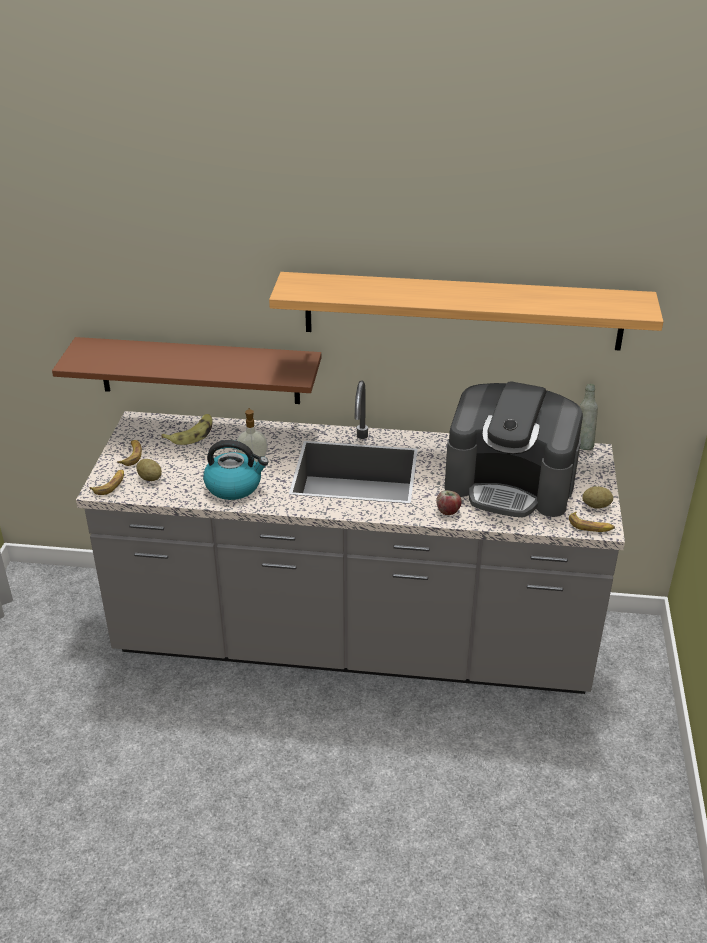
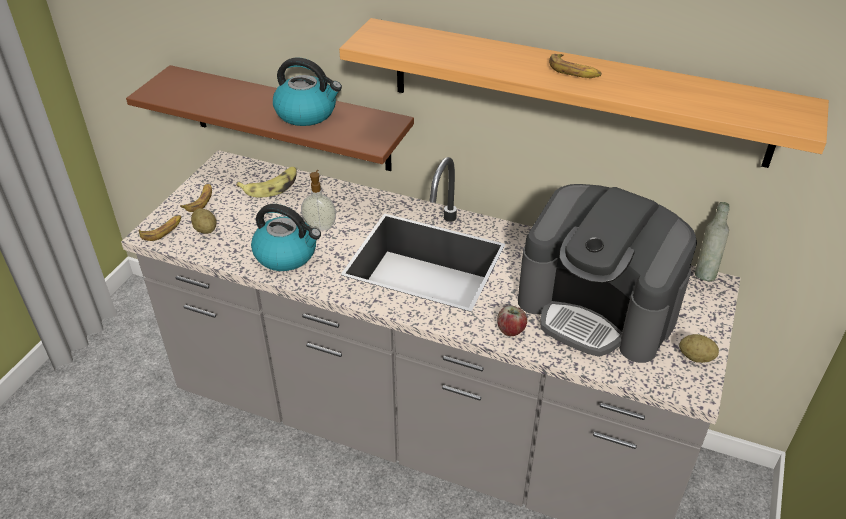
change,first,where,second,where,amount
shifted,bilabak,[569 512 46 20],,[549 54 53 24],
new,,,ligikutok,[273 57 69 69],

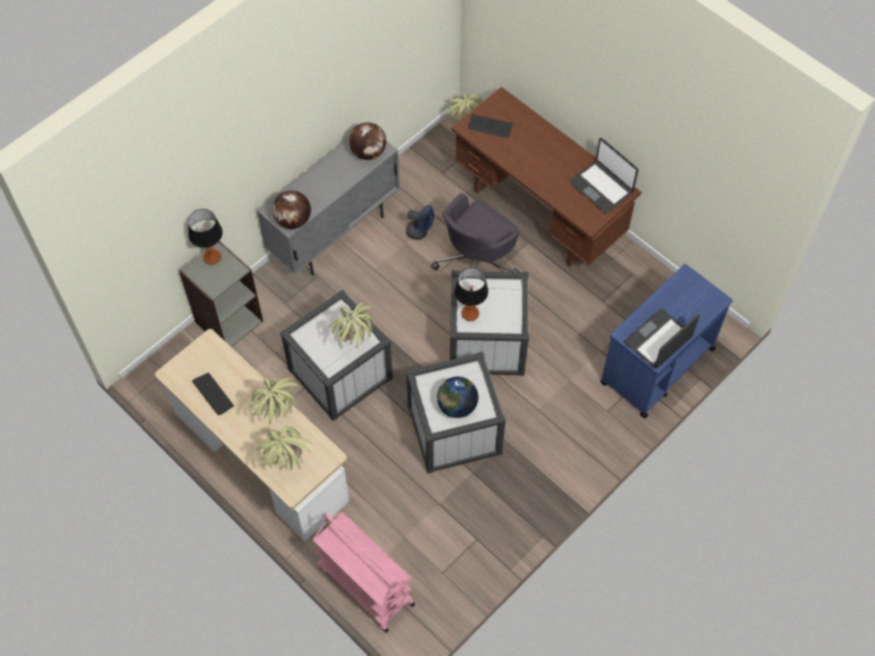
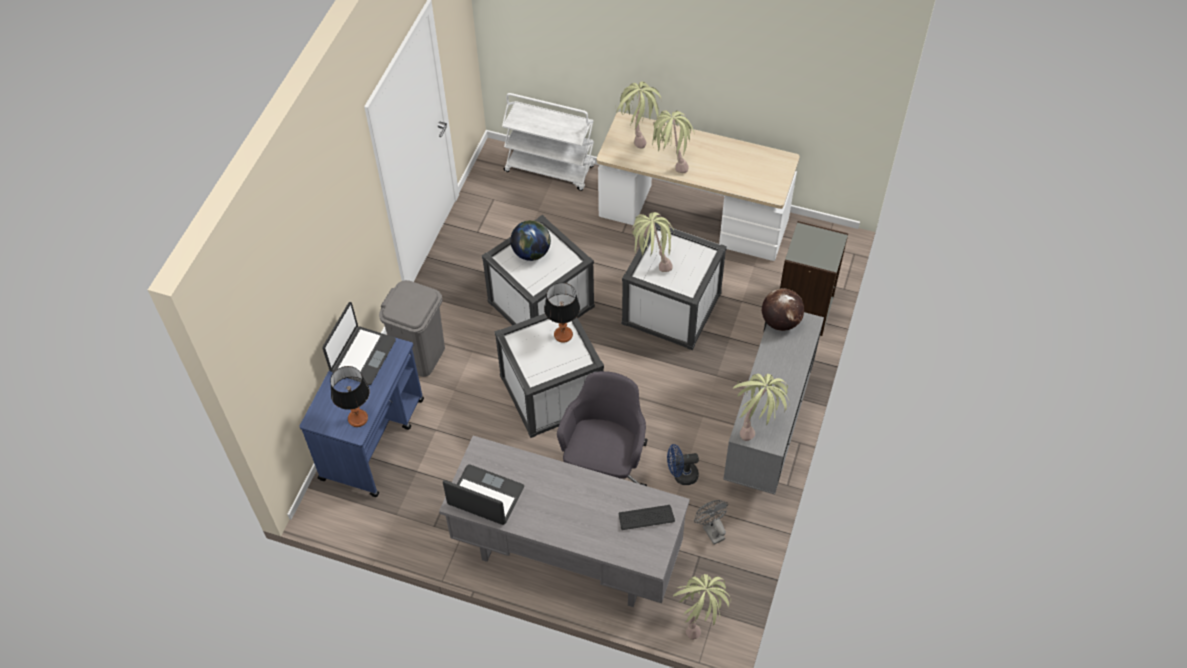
change,first,where,second,where,amount
shifted,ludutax,[188 209 35 56],,[330 366 40 61],
gone,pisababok,[192 373 42 42],,,
repainted,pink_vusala,[313 512 102 120],white_vusala,[502 93 93 98],
swapped,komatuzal,[349 122 37 38],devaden,[733 373 57 68],
repainted,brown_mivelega,[451 87 190 180],grey_mivelega,[439 436 251 171],
new,,,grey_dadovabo,[379 280 66 97],
new,,,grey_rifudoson,[694 500 35 45],

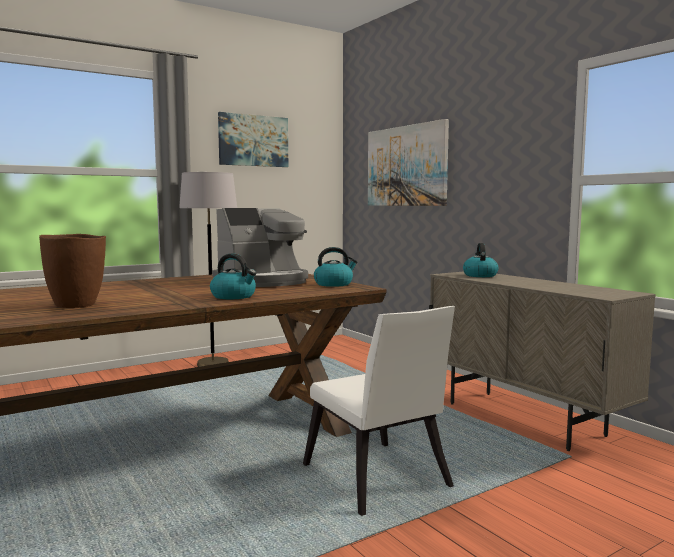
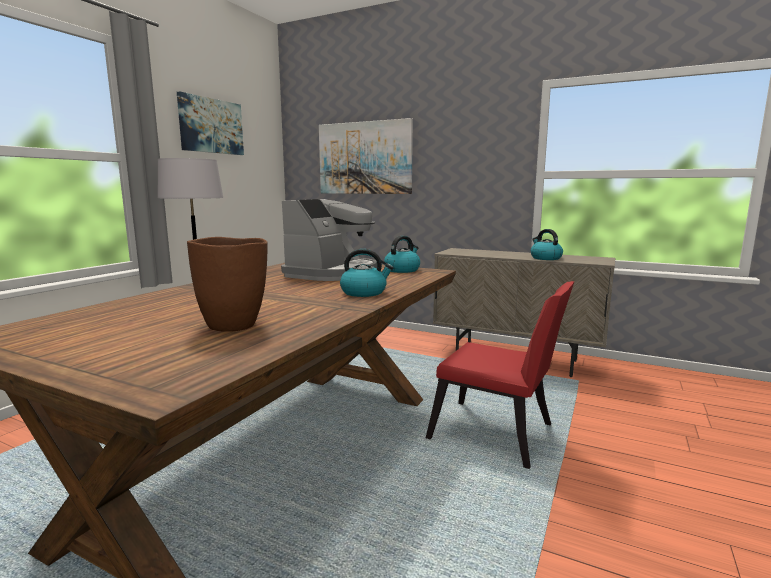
change,first,where,second,where,amount
repainted,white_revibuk,[303 306 152 210],red_revibuk,[426 281 148 188],
shifted,ligikutok,[463 243 35 34],,[531 229 32 31],

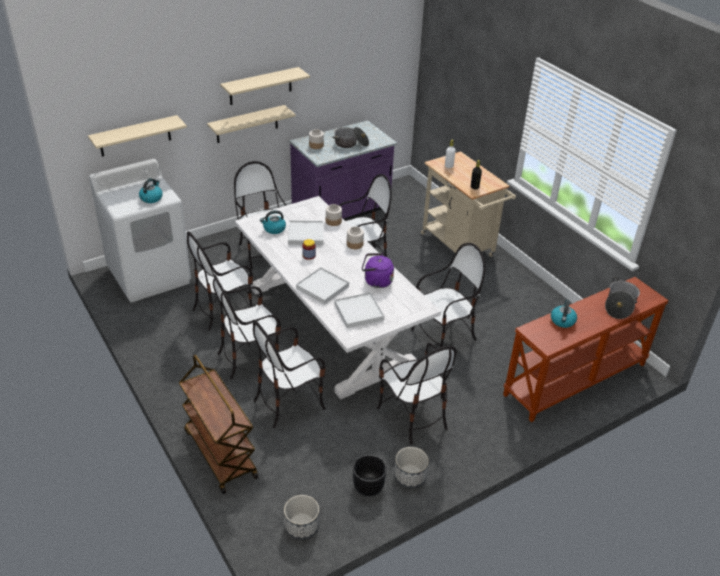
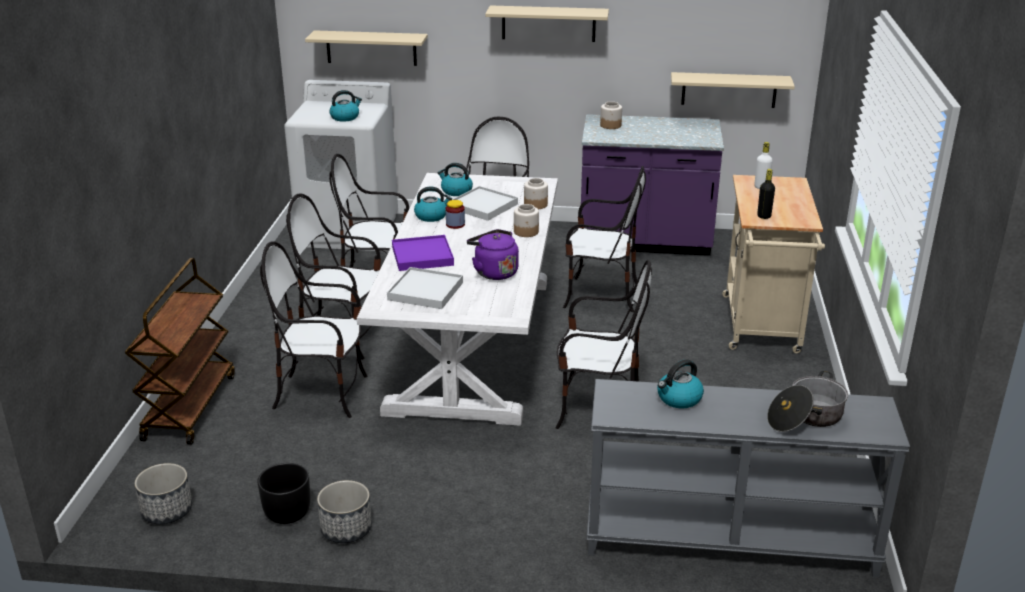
change,first,where,second,where,amount
shifted,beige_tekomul,[207 105 89 38],,[671 72 124 36],
repainted,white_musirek,[296 267 53 38],purple_musirek,[392 235 62 36],
gone,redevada,[333 127 36 21],,,
gone,revibuk,[377 343 80 102],,,
repainted,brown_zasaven,[503 277 166 145],grey_zasaven,[587 379 323 199],
new,,,ligikutok,[414 187 38 35],

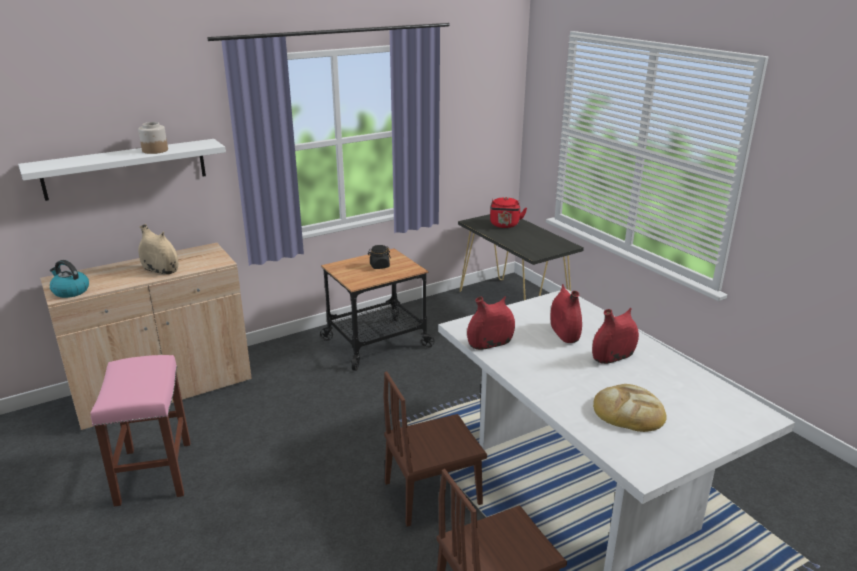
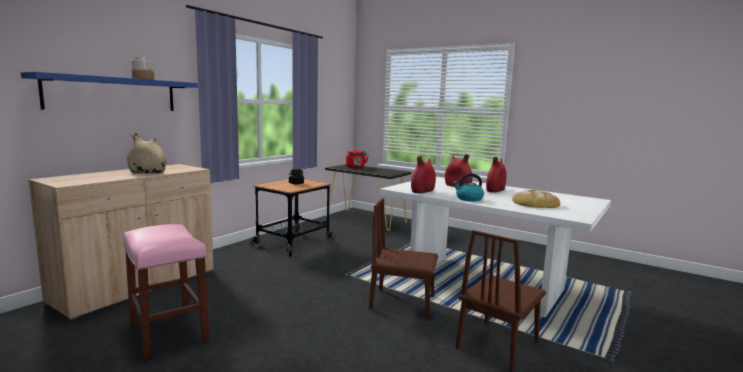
change,first,where,second,where,amount
repainted,white_tekomul,[18 139 208 62],blue_tekomul,[21 72 177 39],
shifted,ligikutok,[50 260 39 38],,[453 173 31 28],
rotated,brown_revibuk,[383 371 104 156],,[369 198 69 120],60 degrees clockwise

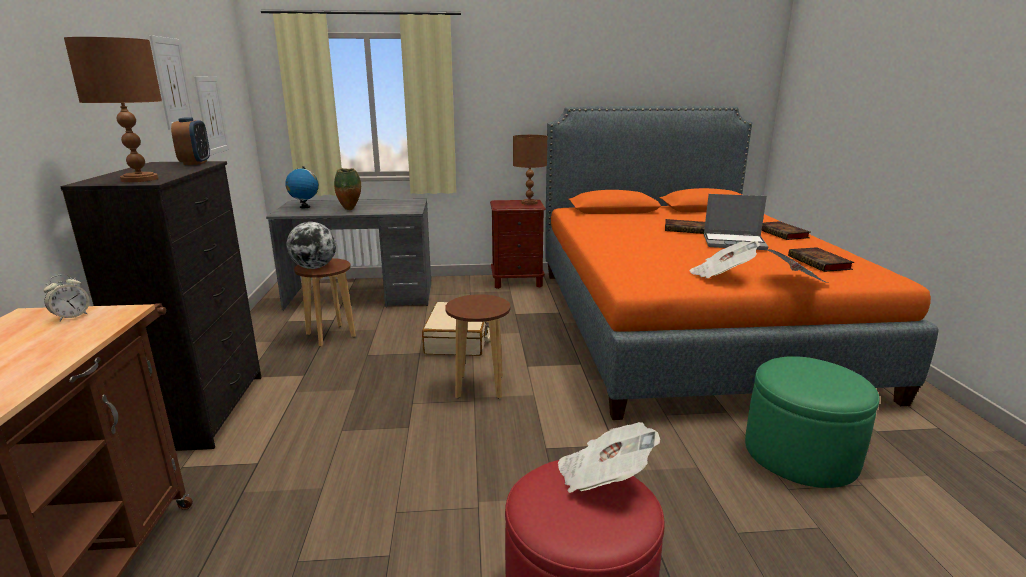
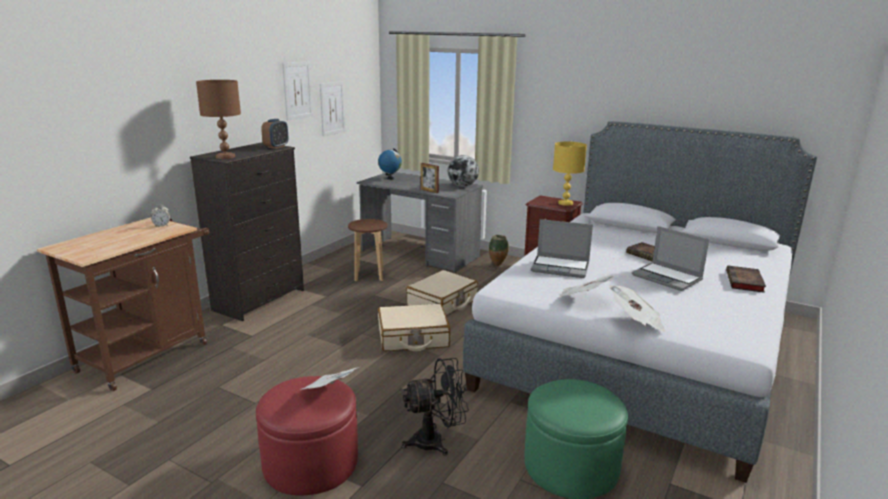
change,first,where,second,where,amount
shifted,komatuzal,[287 222 49 47],,[448 155 31 32],
shifted,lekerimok,[334 168 27 42],,[489 235 20 31],
swapped,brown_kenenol,[445 294 65 105],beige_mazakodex,[378 304 72 47],
repainted,brown_ludutax,[513 135 34 70],yellow_ludutax,[553 142 34 64],
repainted,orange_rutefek,[545 106 393 314],grey_rutefek,[463 121 354 362],
gone,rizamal,[788 247 66 25],,,
new,,,black_rifudoson,[401 358 68 98],
new,,,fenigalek,[421 163 18 30],
new,,,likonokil,[531 219 62 59],

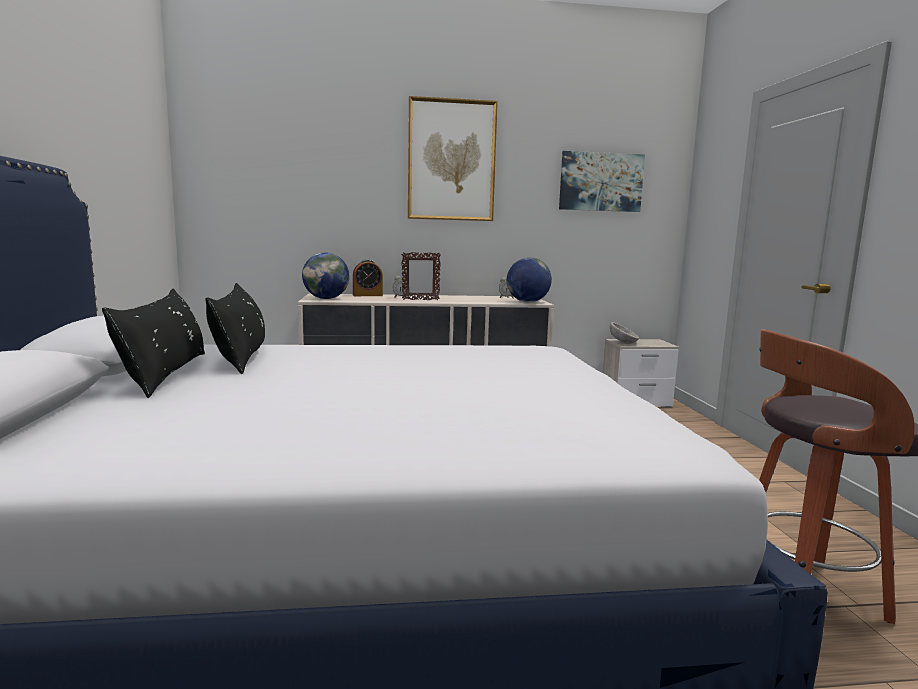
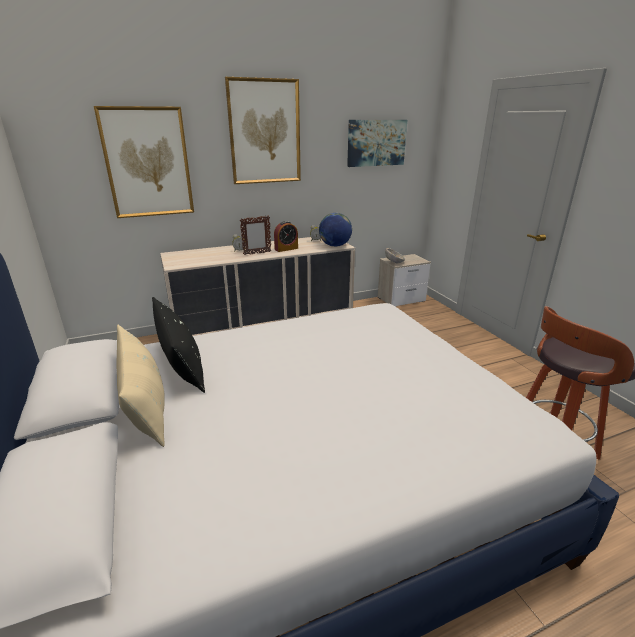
change,first,where,second,where,amount
repainted,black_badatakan,[102 289 103 109],beige_badatakan,[117 325 48 122],
gone,komatuzal,[302 253 47 46],,,
shifted,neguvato,[353 260 30 36],,[274 221 24 31],
new,,,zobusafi,[94 106 100 112],

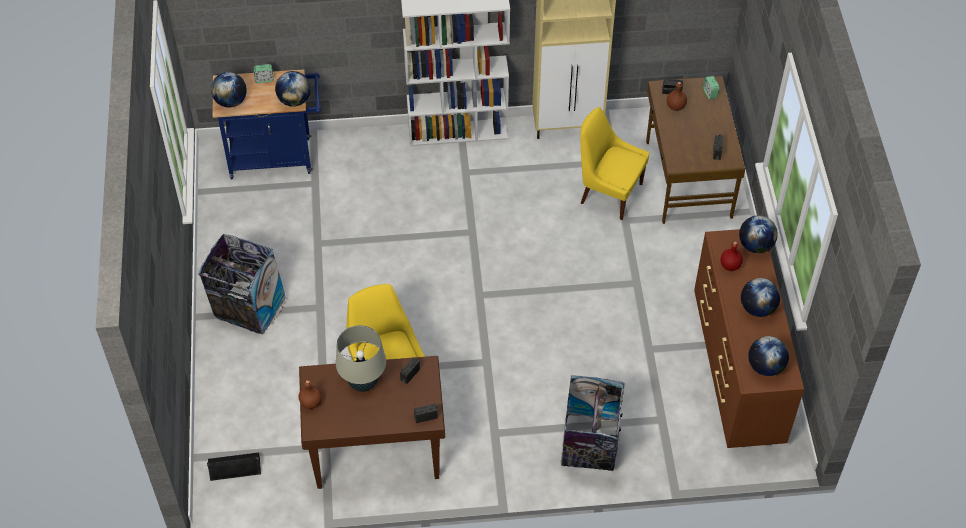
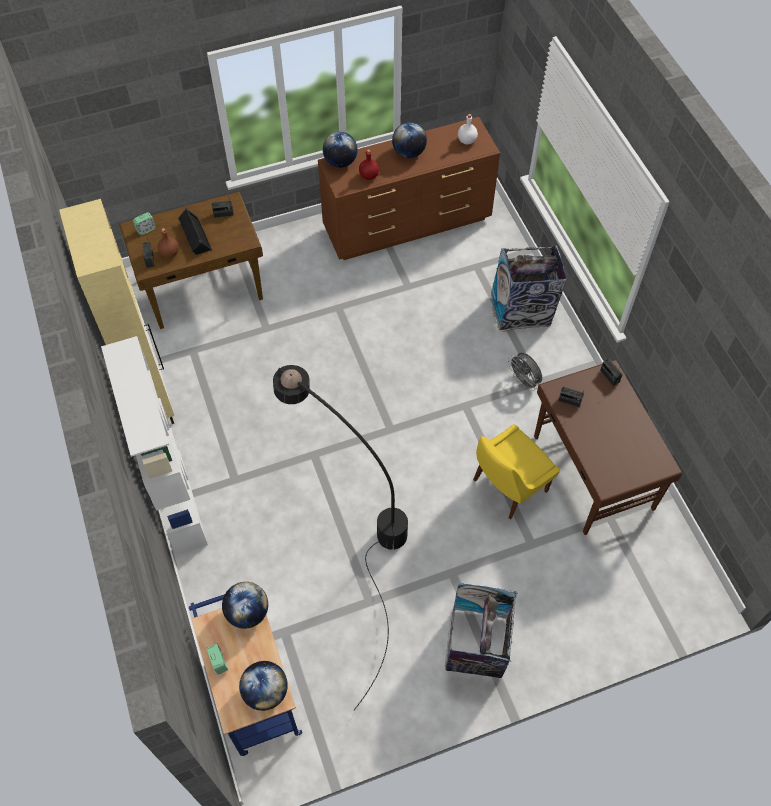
change,first,where,second,where,amount
shifted,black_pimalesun,[207 452 54 29],,[178 208 34 47],
gone,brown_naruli,[299 380 23 29],,,
gone,beige_ludutax,[336 325 50 67],,,
gone,yellow_revibuk,[580 107 69 113],,,
swapped,komatuzal,[748 336 41 40],white_naruli,[458 114 20 30],
new,,,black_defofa,[273 365 135 345],
new,,,grey_rifudoson,[508 352 34 39],

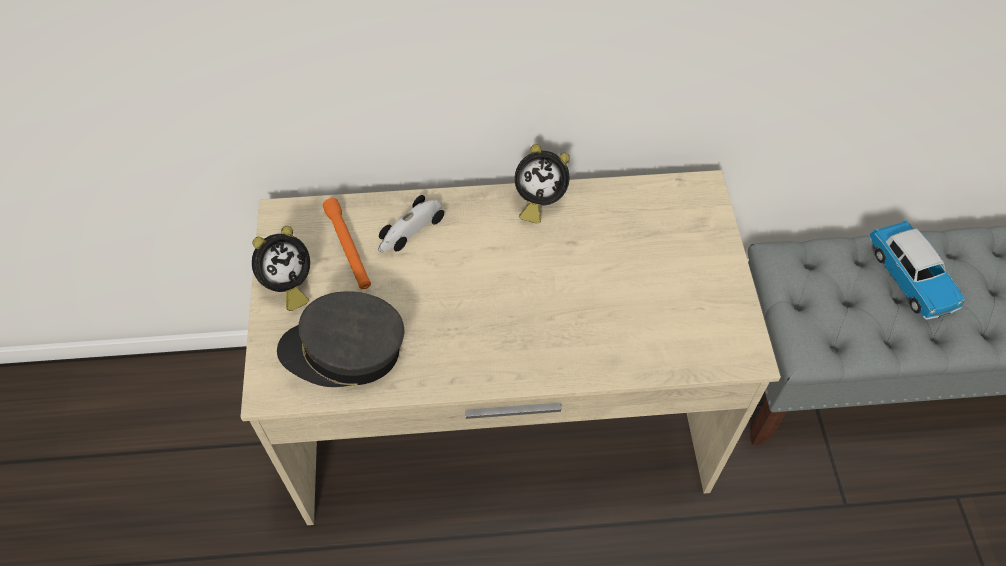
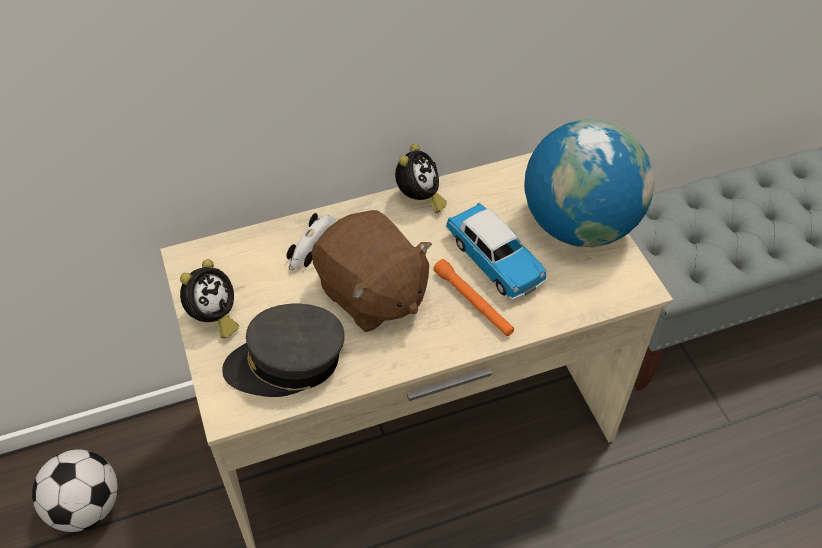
change,first,where,second,where,amount
shifted,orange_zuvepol,[323 198 48 91],,[433 259 81 77],
rotated,neguvato,[515 144 55 79],,[395 144 52 69],60 degrees counterclockwise
shifted,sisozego,[868 220 97 100],,[446 203 101 97],
new,,,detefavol,[32 450 86 82],
new,,,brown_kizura,[311 210 121 122],
new,,,komatuzal,[524 119 130 128],

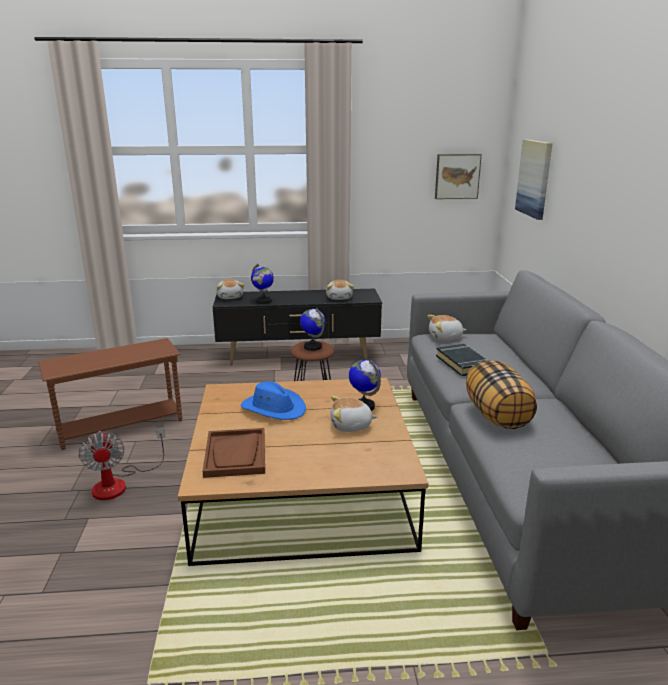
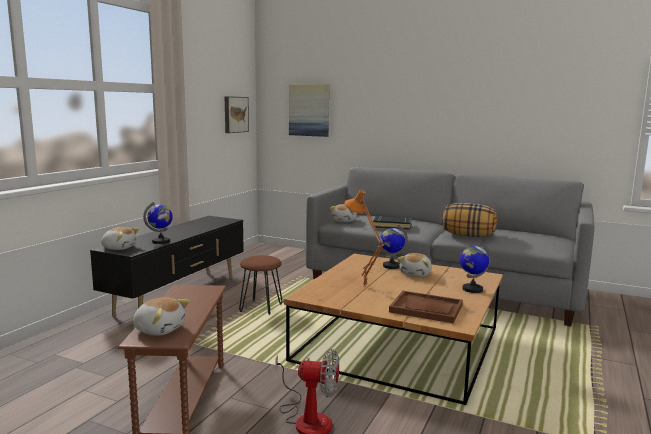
change,first,where,second,where,amount
swapped,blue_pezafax,[241 381 65 39],orange_ludutax,[344 190 40 96],
shifted,komatuzal,[300 308 26 43],,[460 243 31 50],
shifted,kizura,[326 280 28 20],,[133 297 57 39],

